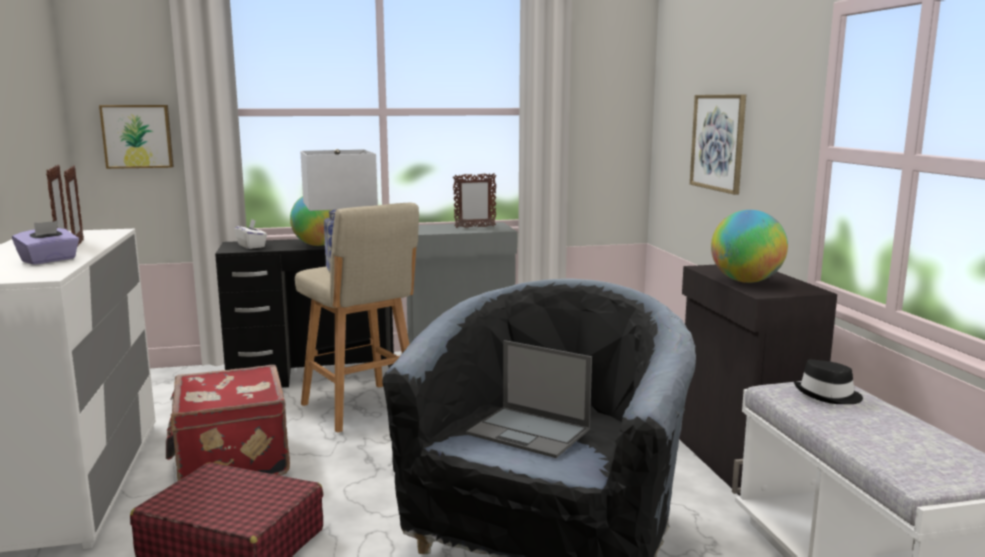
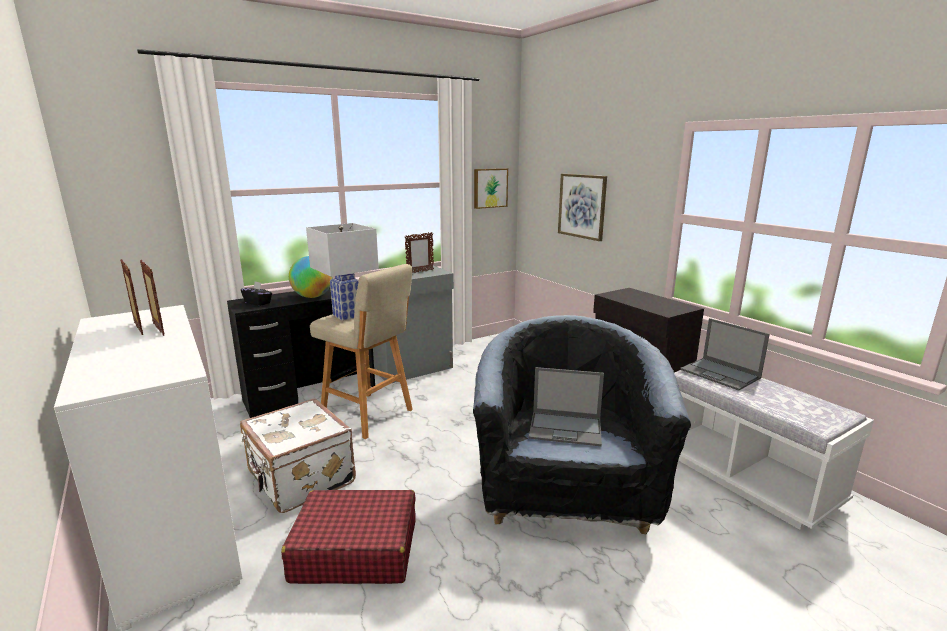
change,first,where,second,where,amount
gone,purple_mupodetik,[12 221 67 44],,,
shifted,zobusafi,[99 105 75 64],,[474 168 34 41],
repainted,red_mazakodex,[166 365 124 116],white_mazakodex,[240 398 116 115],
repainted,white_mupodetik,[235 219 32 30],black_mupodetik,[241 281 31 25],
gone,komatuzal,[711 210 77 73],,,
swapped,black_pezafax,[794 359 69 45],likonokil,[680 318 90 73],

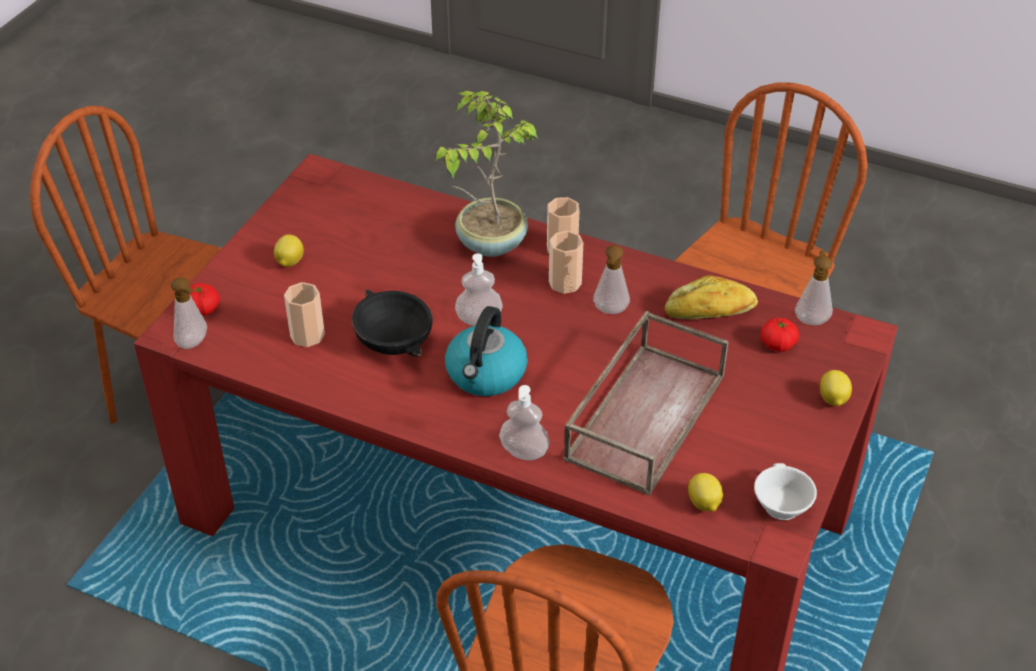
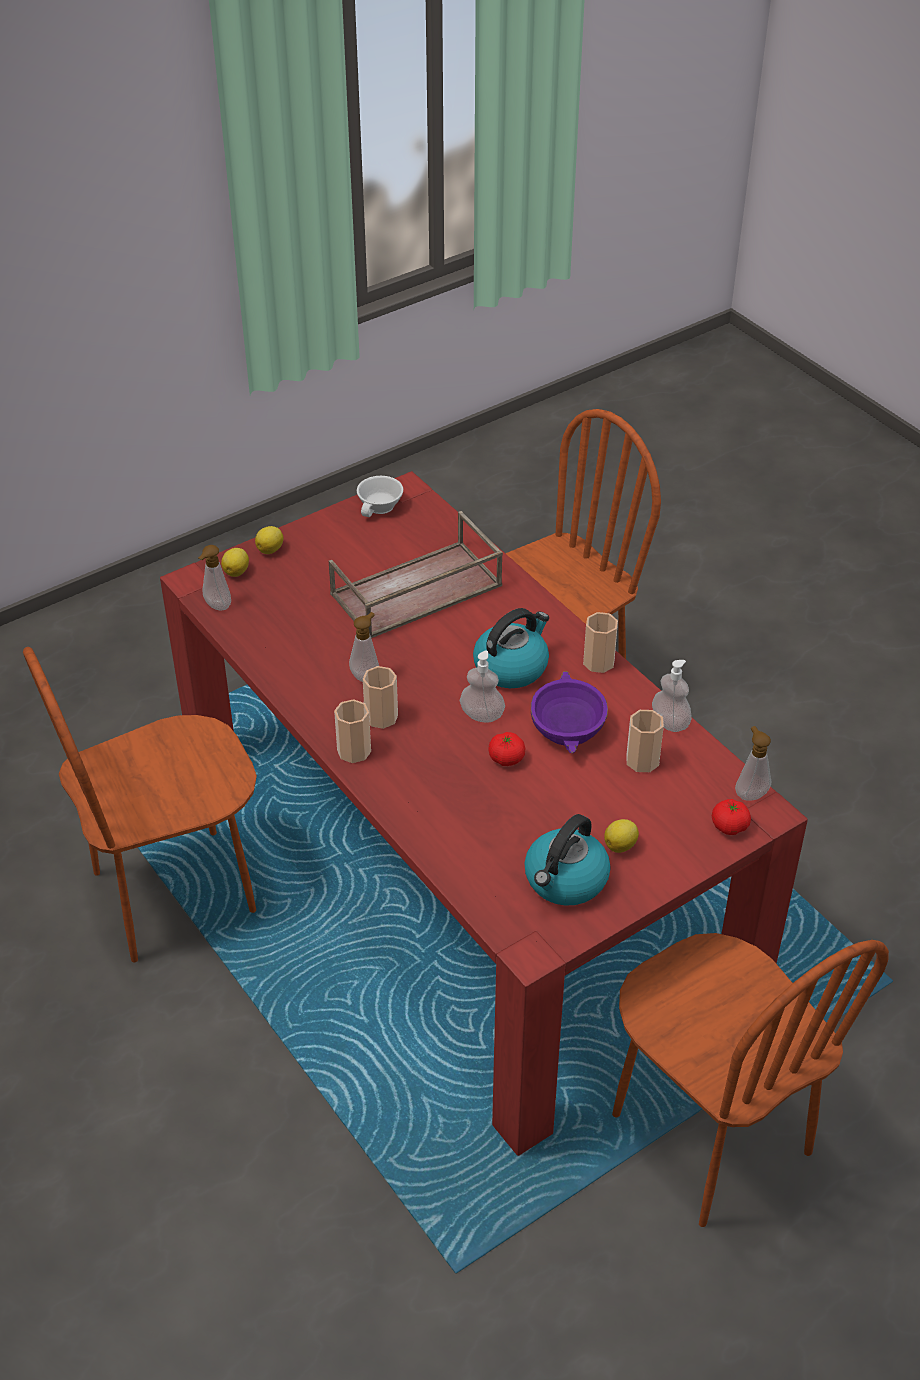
change,first,where,second,where,amount
repainted,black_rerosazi,[352 289 81 68],purple_rerosazi,[531 671 77 82],
gone,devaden,[435 91 103 166],,,
shifted,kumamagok,[499 385 51 75],,[652 660 40 72],
gone,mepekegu,[665 275 93 44],,,
shifted,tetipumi,[688 473 35 39],,[221 548 28 29],
shifted,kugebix,[760 318 39 34],,[488 732 37 34],
new,,,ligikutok,[524 814 87 92],
new,,,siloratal,[583 612 35 61],

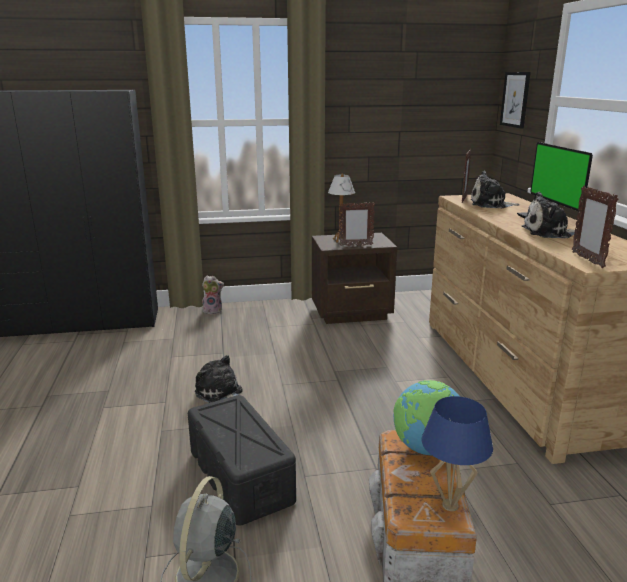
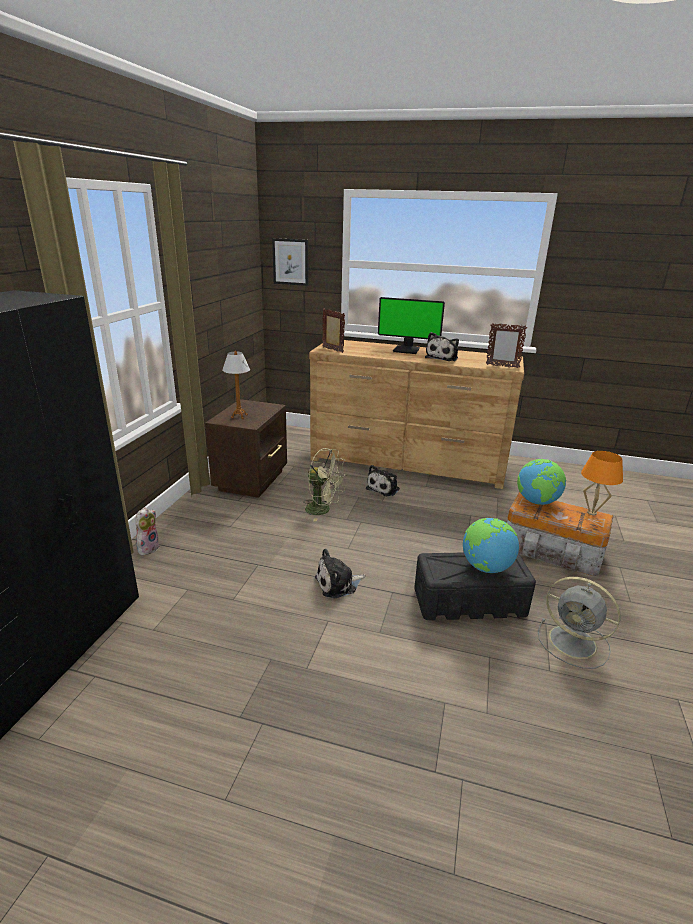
change,first,where,second,where,amount
gone,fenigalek,[339 202 36 44],,,
repainted,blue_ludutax,[422 396 71 115],orange_ludutax,[581 451 42 64],
shifted,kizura,[471 171 49 37],,[366 465 34 31],
new,,,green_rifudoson,[303 448 44 73],
new,,,komatuzal,[463 518 56 55],

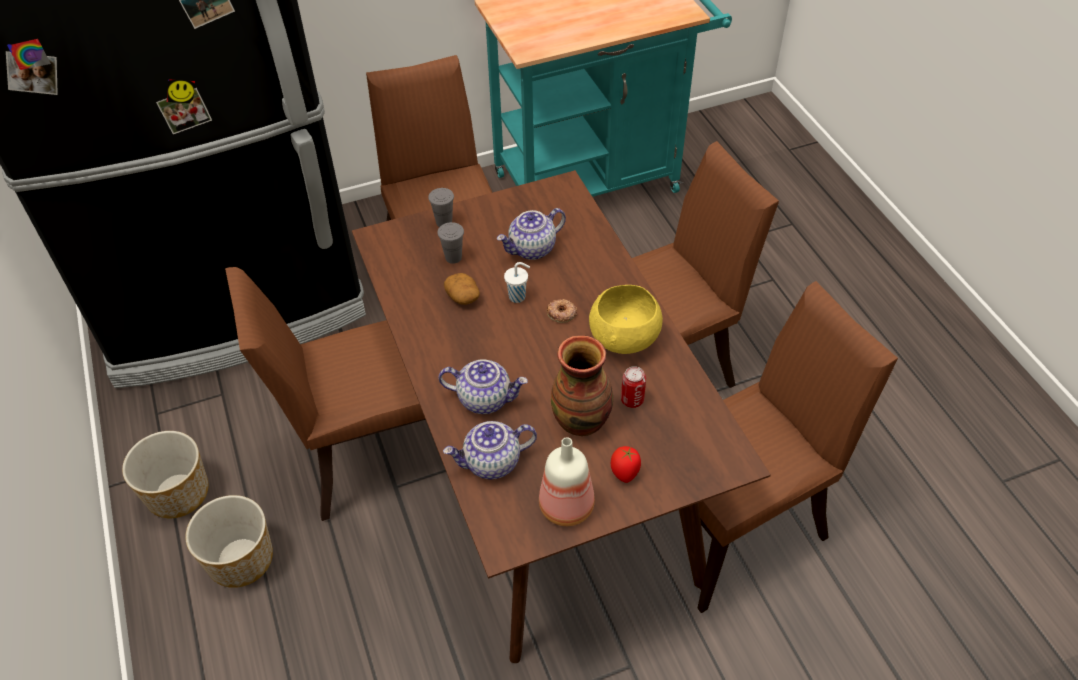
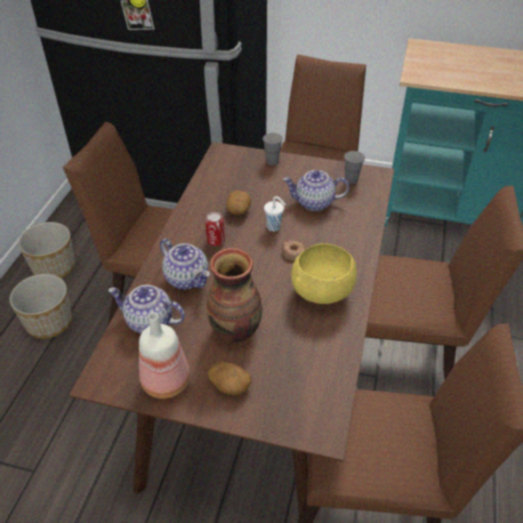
change,first,where,second,where,amount
shifted,grey_siloratal,[437 222 27 42],,[344 151 21 33],
swapped,kugebix,[611 446 30 37],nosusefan,[208 361 44 34],
shifted,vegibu,[621 366 25 42],,[205 212 20 34],

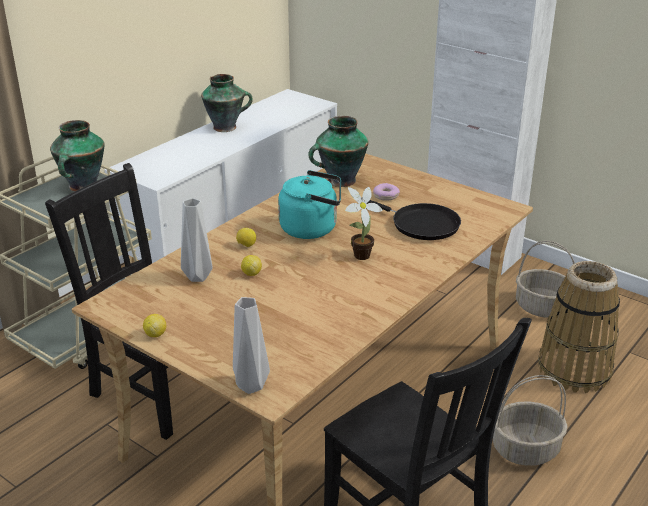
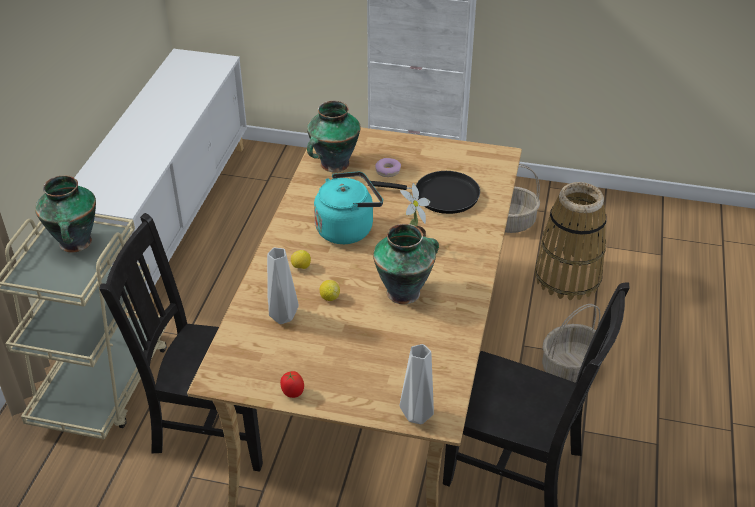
change,first,where,second,where,amount
swapped,tetipumi,[143 314 23 23],kugebix,[280 371 24 27],
shifted,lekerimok,[201 74 52 58],,[373 224 66 80],

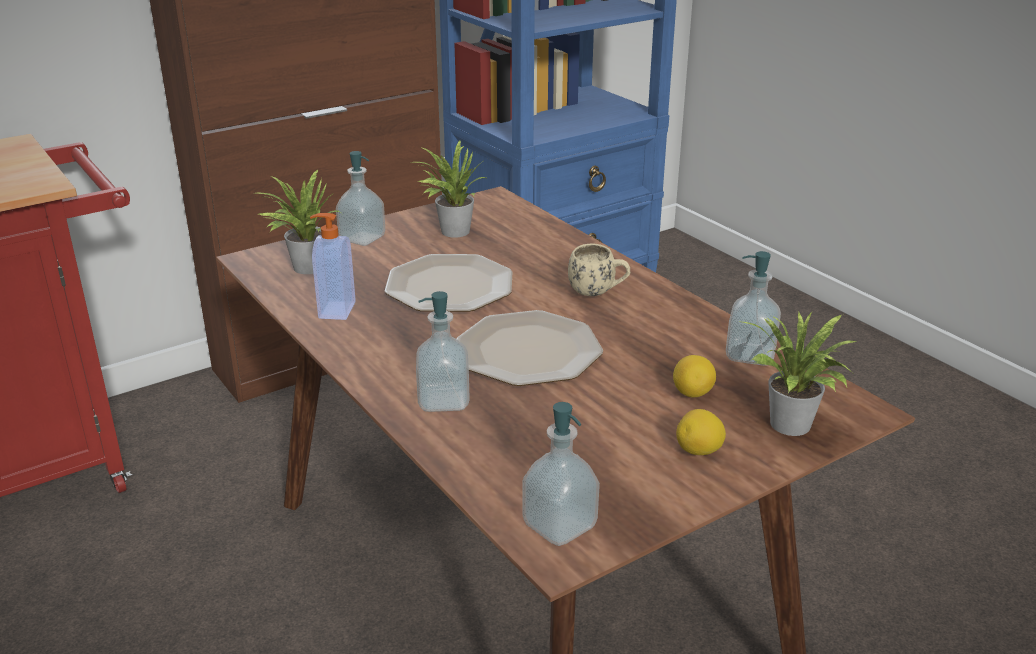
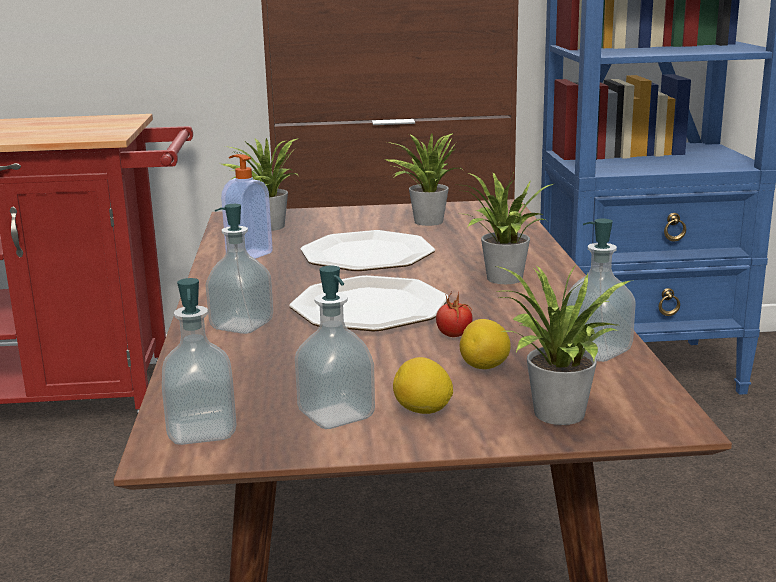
change,first,where,second,where,amount
shifted,kumamagok,[336 151 49 95],,[295 266 80 163],
swapped,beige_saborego,[568 243 62 53],devaden,[463 170 90 114],
new,,,kugebix,[436 291 36 46],

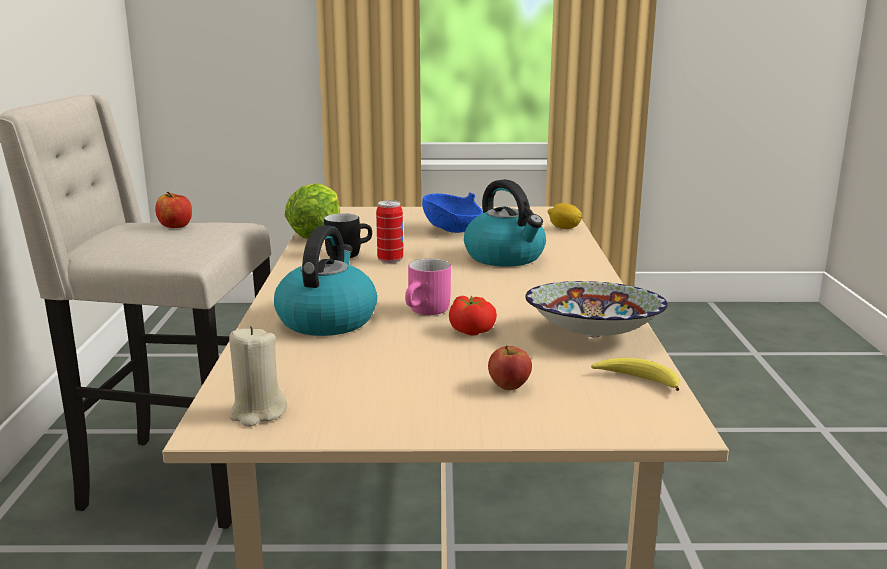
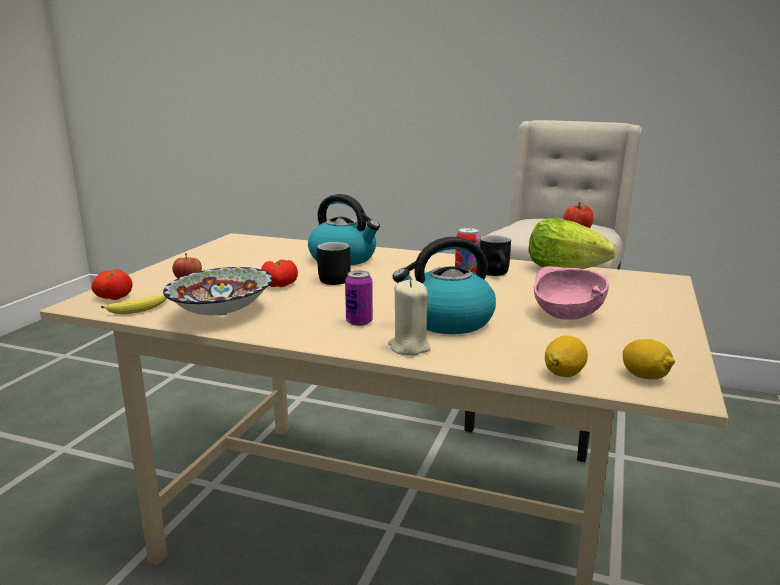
change,first,where,second,where,amount
shifted,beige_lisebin,[229 326 58 101],,[388 280 43 75],
repainted,pink_saborego,[405 259 46 56],black_saborego,[316 242 35 43],
repainted,blue_rerosazi,[422 192 61 41],pink_rerosazi,[534 266 75 54],
new,,,kugebix,[91 269 41 31],
new,,,vegibu,[345 270 28 56],
new,,,tetipumi,[623 339 52 41],

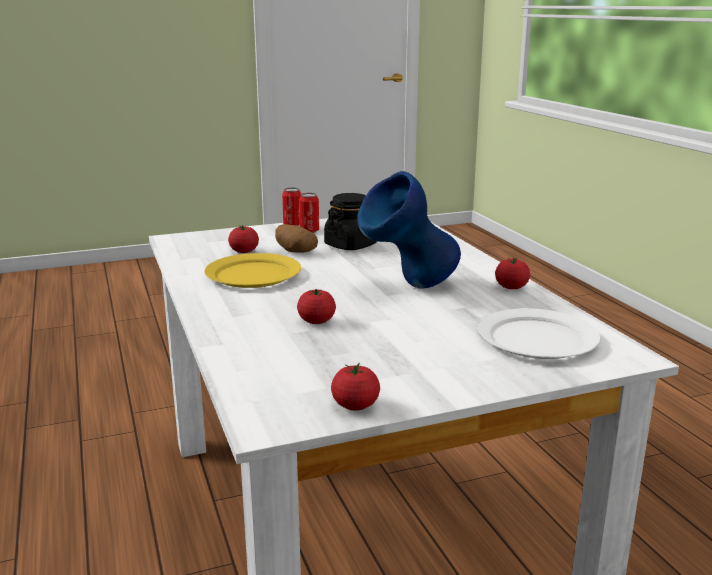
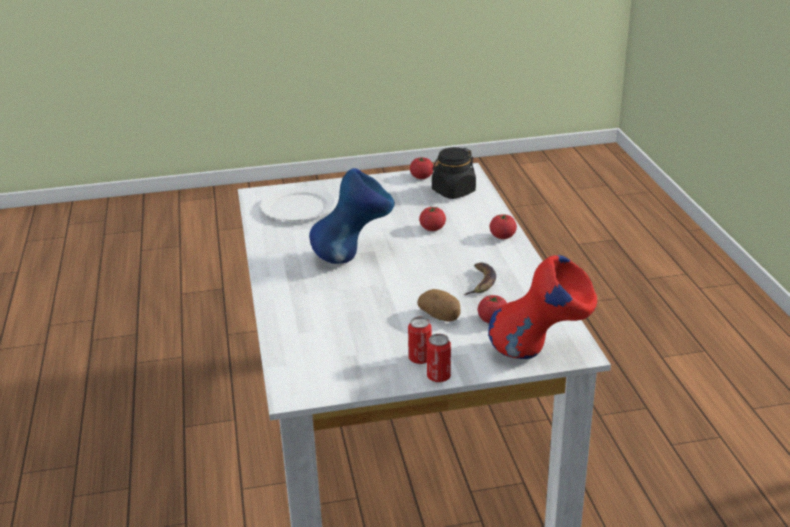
change,first,where,second,where,amount
swapped,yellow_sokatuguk,[205 253 96 35],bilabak,[463 263 33 32],
shifted,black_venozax,[324 193 53 57],,[432 147 44 52],
shifted,kugebix,[495 257 35 32],,[489 214 28 25],
new,,,red_lekerimok,[488 255 109 104],

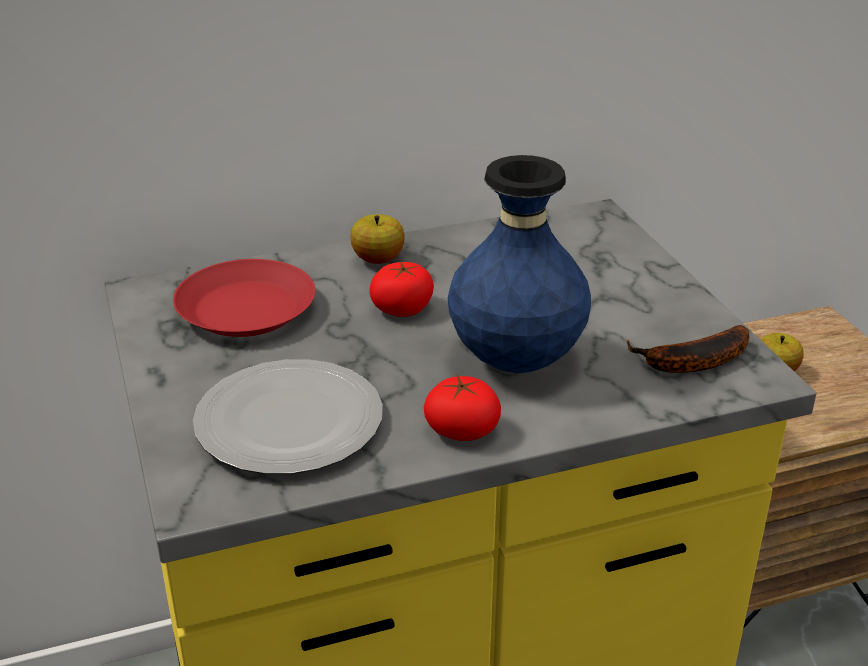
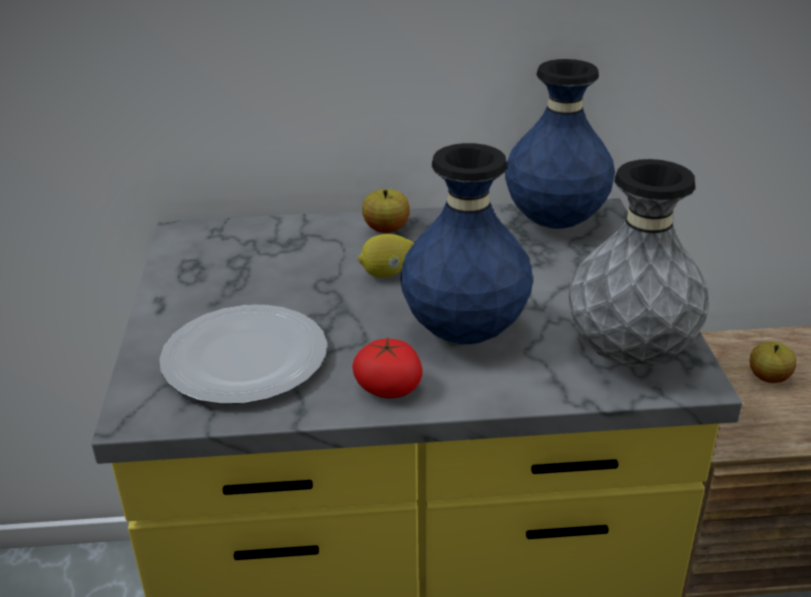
change,first,where,second,where,amount
gone,red_sokatuguk,[173 259 142 78],,,
swapped,kugebix,[370 262 64 55],tetipumi,[358 234 56 44],
swapped,bilabak,[627 325 122 48],grey_lekerimok,[569 159 141 209],
new,,,blue_lekerimok,[505 59 110 170],

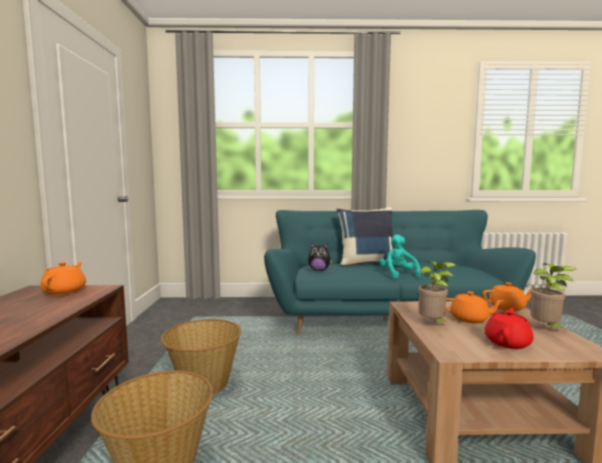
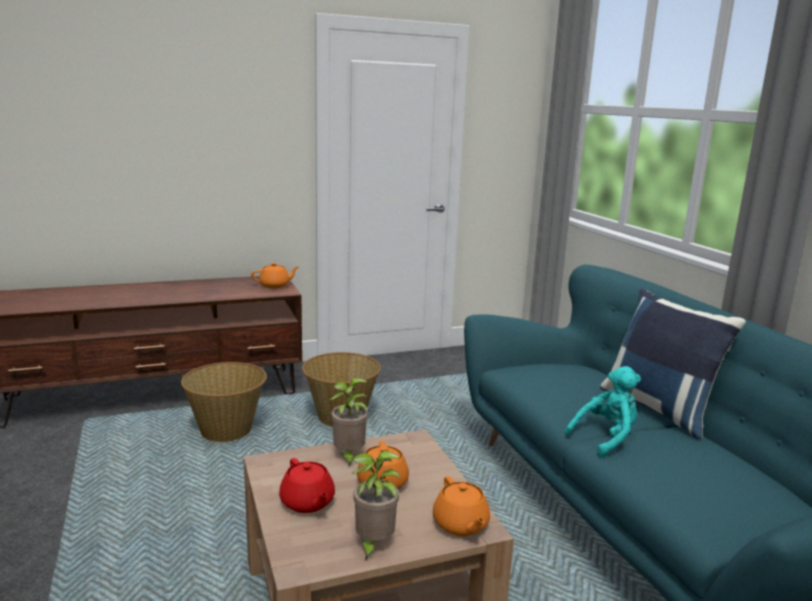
change,first,where,second,where,amount
gone,kizura,[308 243 25 28],,,
rotated,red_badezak,[485 308 49 41],,[279 458 56 55],45 degrees clockwise

